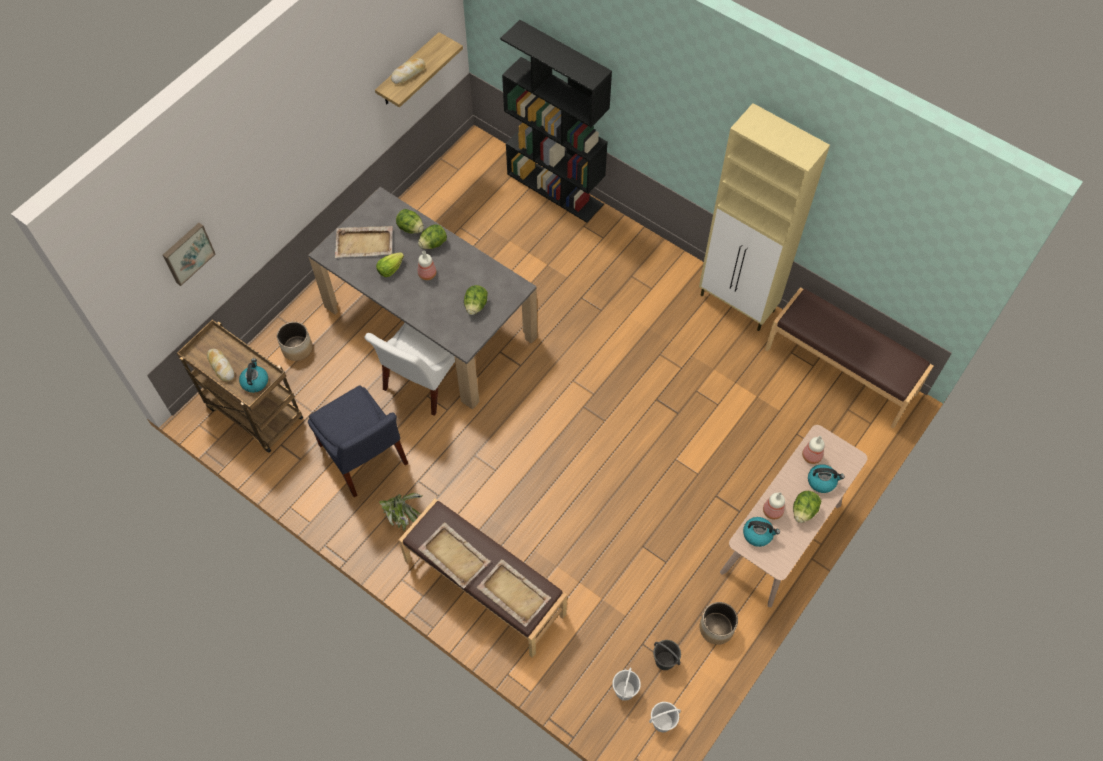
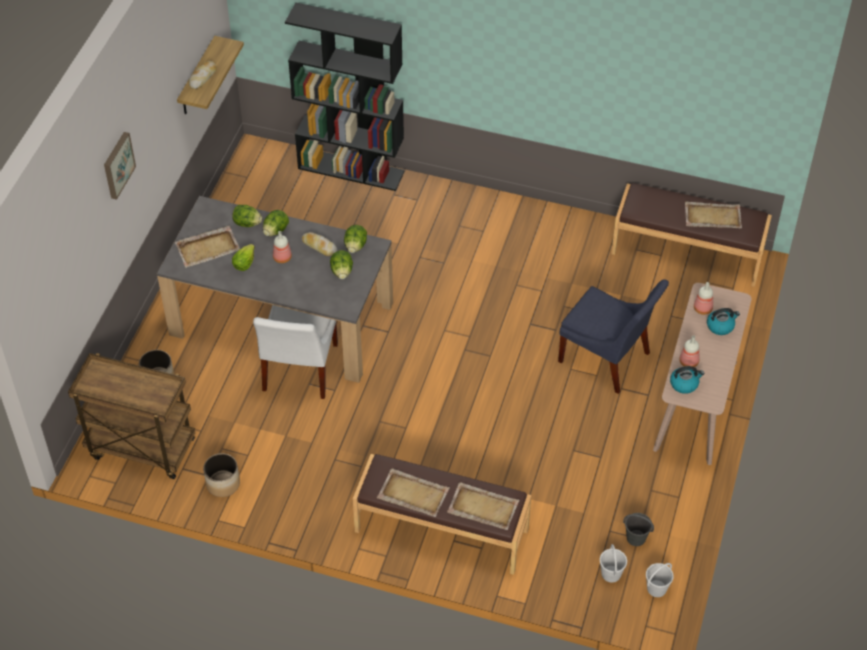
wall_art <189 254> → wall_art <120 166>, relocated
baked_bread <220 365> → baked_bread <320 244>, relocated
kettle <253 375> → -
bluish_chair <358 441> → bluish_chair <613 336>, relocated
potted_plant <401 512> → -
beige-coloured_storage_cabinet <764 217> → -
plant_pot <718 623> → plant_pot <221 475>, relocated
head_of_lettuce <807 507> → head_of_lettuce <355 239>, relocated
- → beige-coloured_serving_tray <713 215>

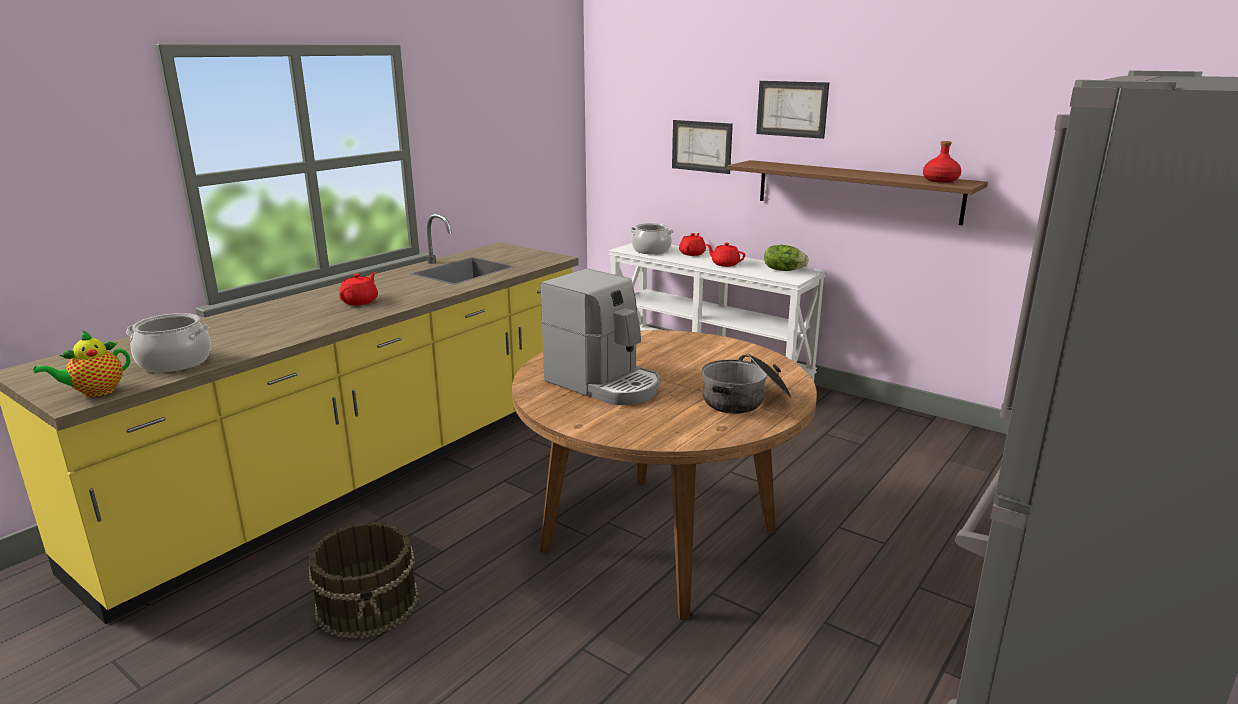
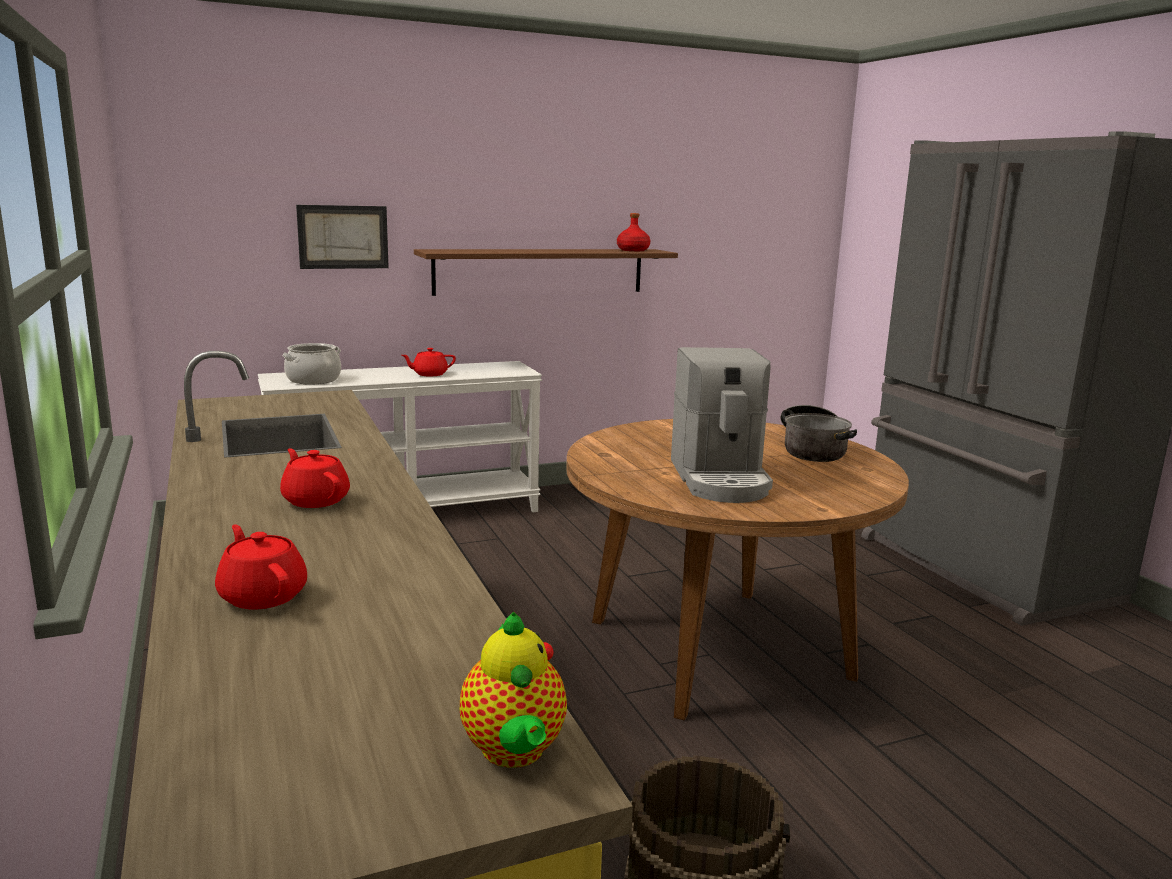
saucepot <168 342> → -
coffee_brewer <599 337> → coffee_brewer <722 425>, 105 degrees clockwise
red-coloured_pot_for_tea <692 244> → red-coloured_pot_for_tea <261 566>, relocated
wall_art <792 110> → -
head_of_lettuce <786 258> → -

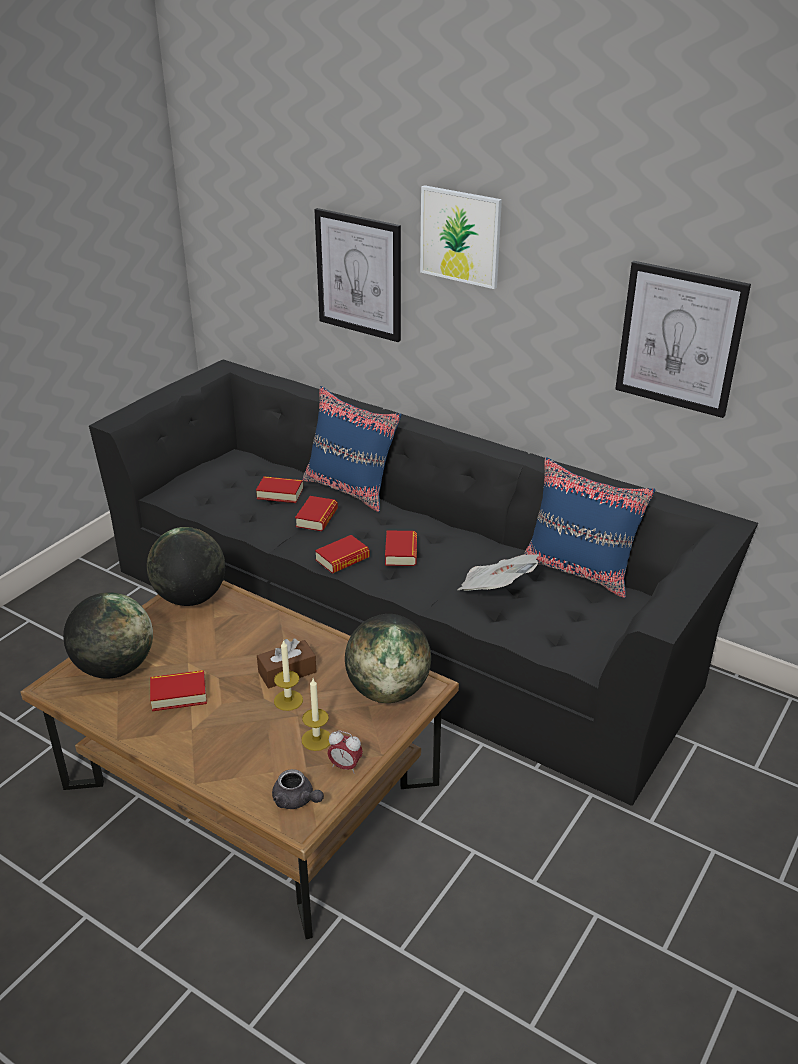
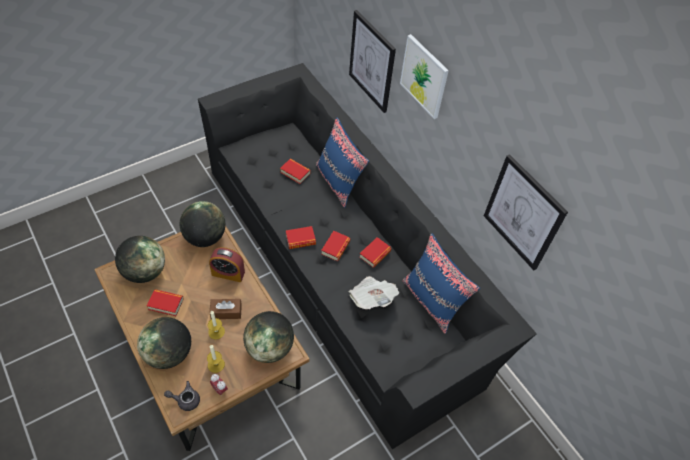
greyish_pot_for_tea <298 789> → greyish_pot_for_tea <182 396>, 120 degrees clockwise
bound_book <316 513> → bound_book <375 252>, relocated
- → globe <164 343>
- → table_clock <227 264>

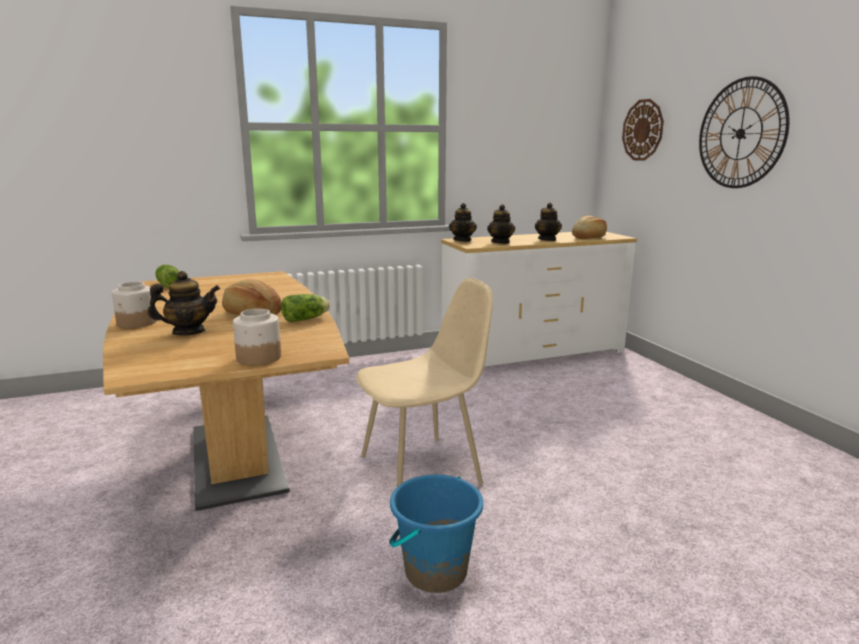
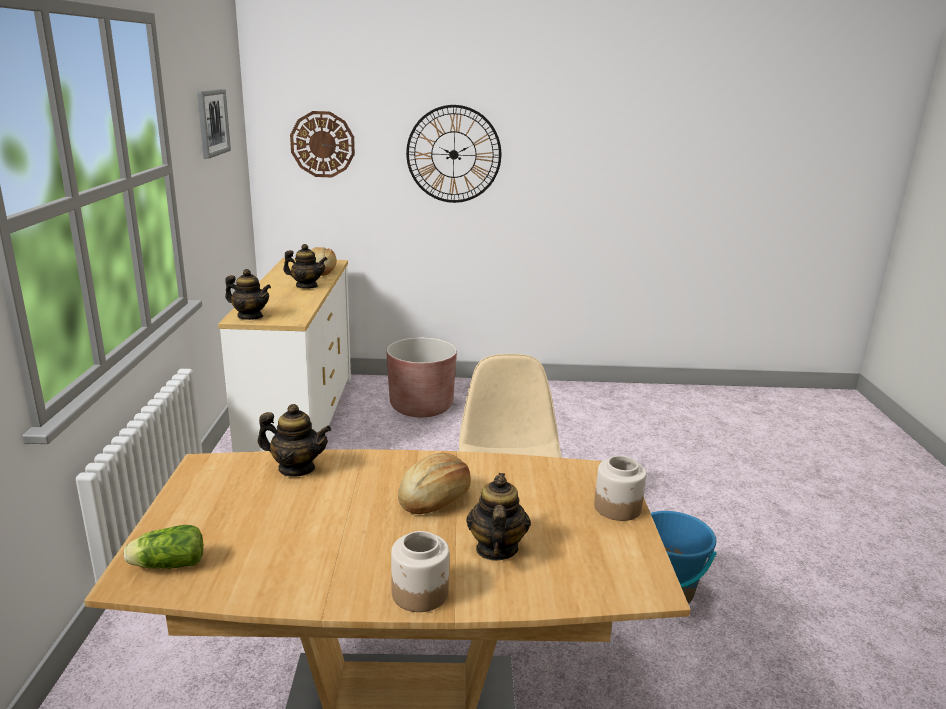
head_of_lettuce <305 308> → -
pot_for_tea <501 224> → pot_for_tea <294 440>, relocated
- → wall_art <214 124>
- → brown-coloured_plant_pot <421 377>

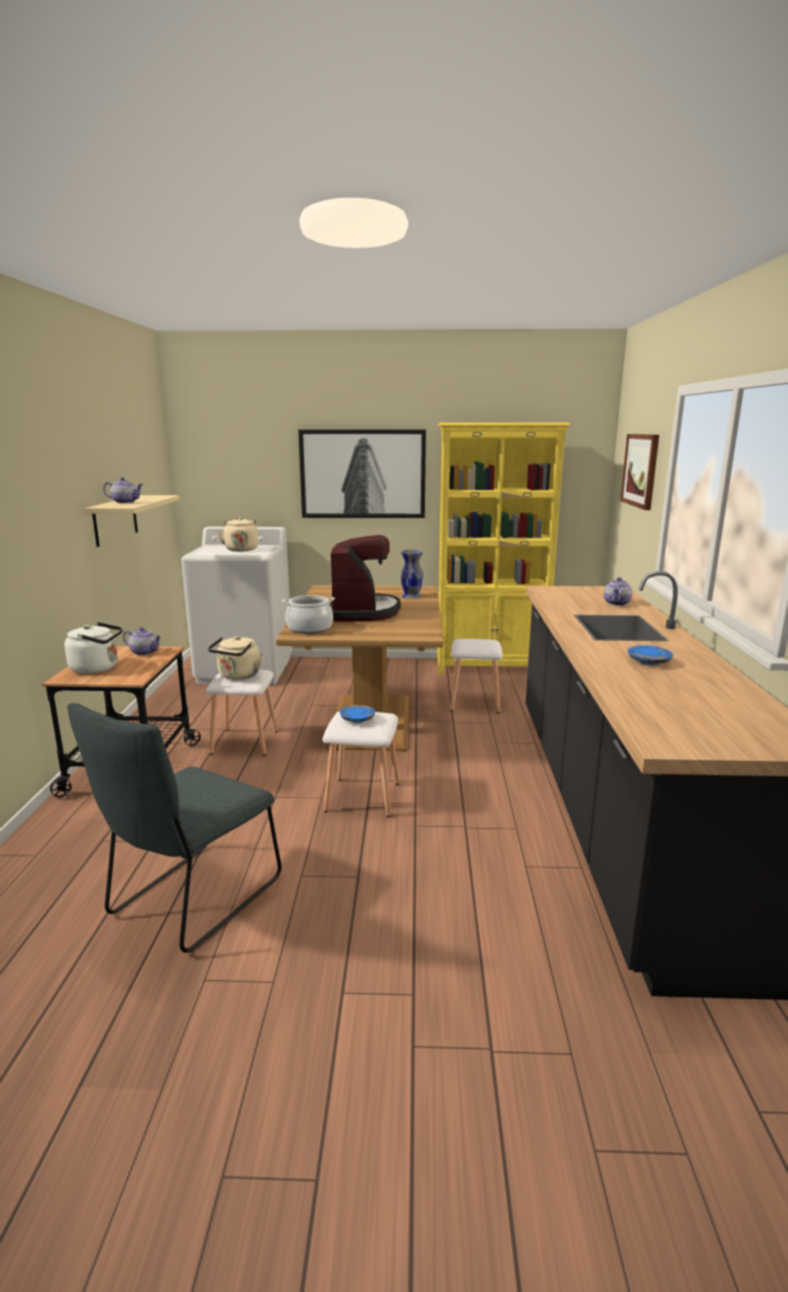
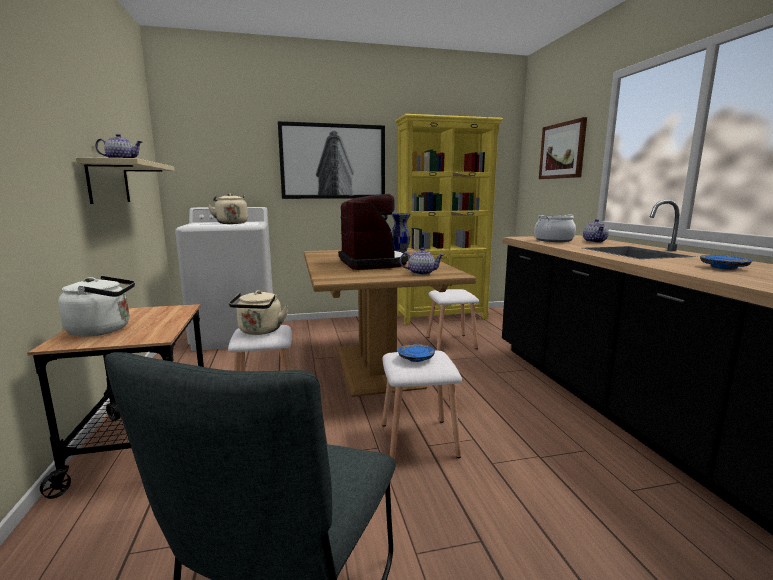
pot_for_tea <142 641> → pot_for_tea <422 261>, relocated
saucepot <308 614> → saucepot <555 228>, relocated

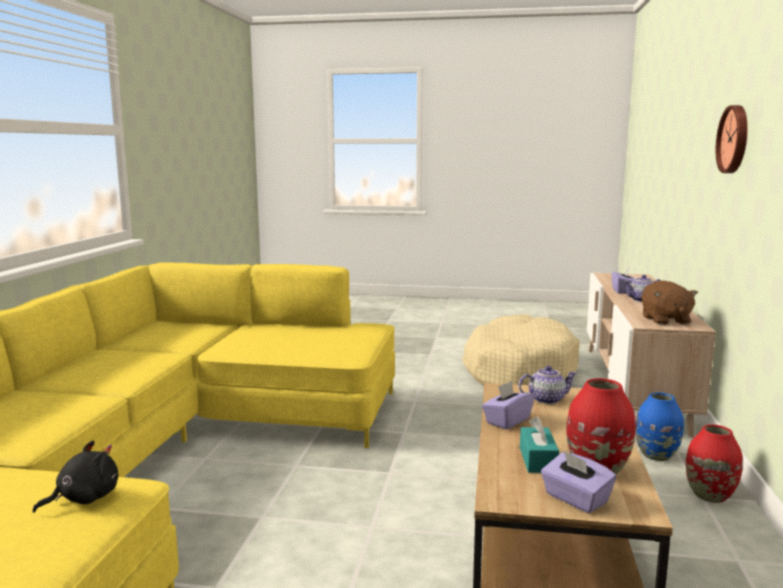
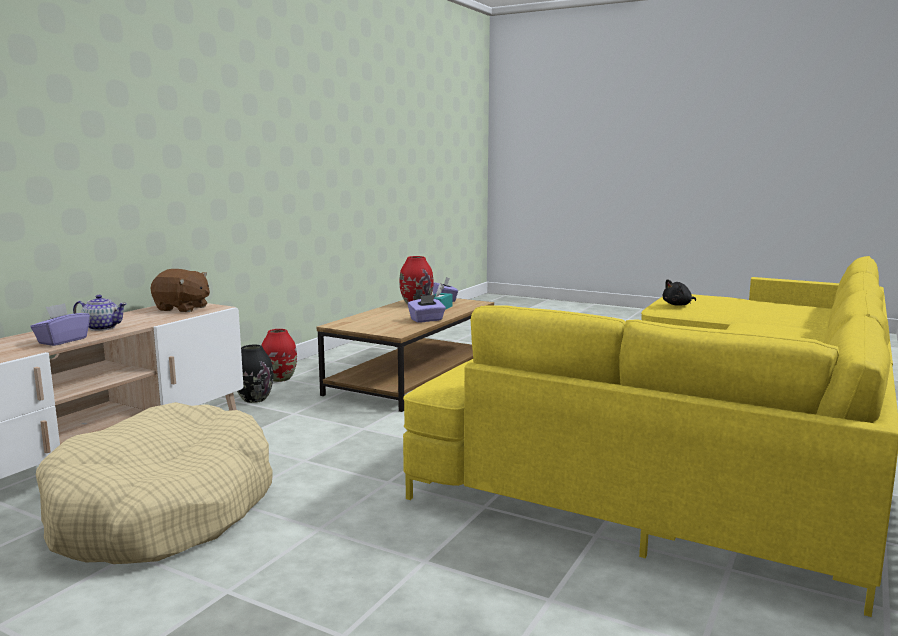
pot_for_tea <547 385> → -
bluish_vase <659 426> → black_vase <255 374>
brown-coloured_cuddly_toy <669 302> → brown-coloured_cuddly_toy <180 290>, 90 degrees clockwise
hanging_clock <732 139> → -

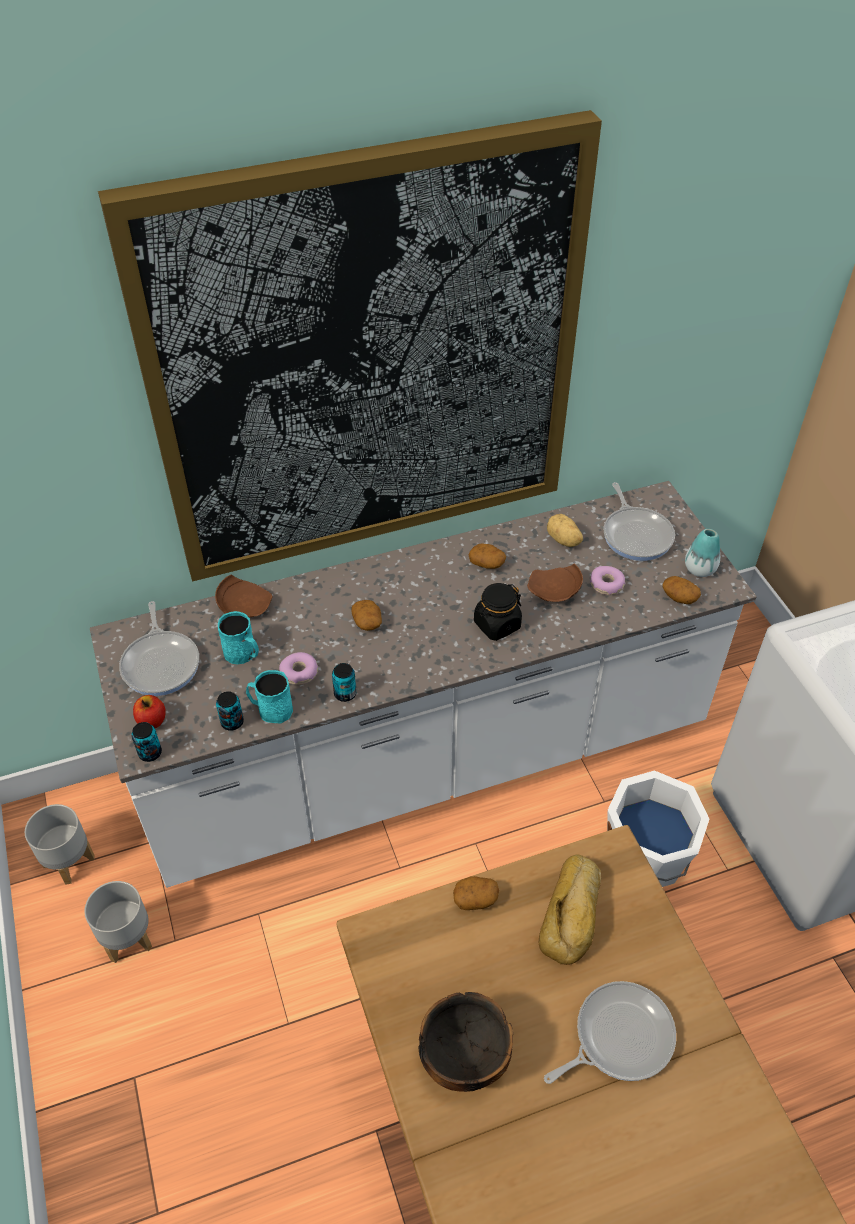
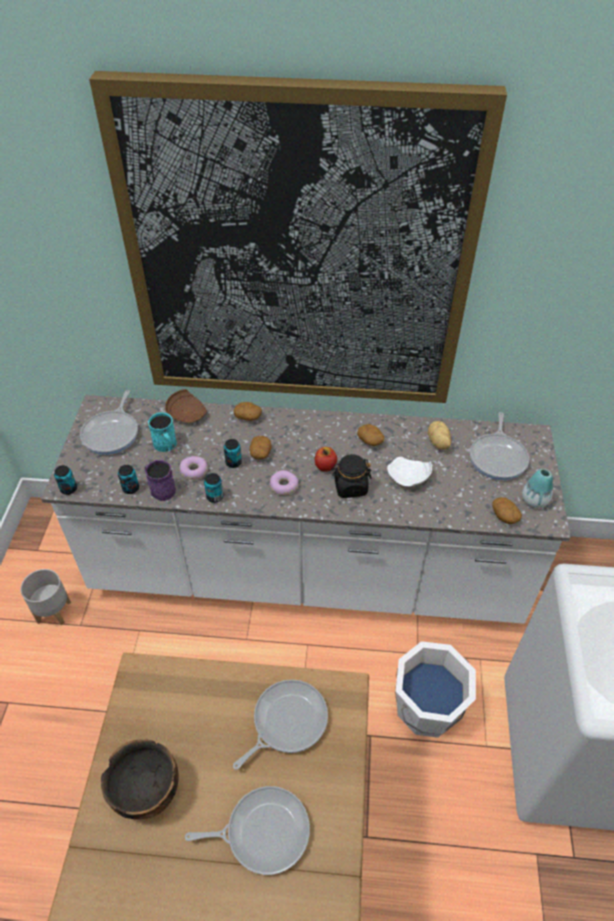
greyish_plant_pot <60 844> → -
apple <149 711> → apple <326 459>, relocated
turquoise_tea_mug <269 696> → purple_tea_mug <160 480>
whole_potato <476 893> → whole_potato <247 411>, relocated
brown-coloured_flat_dish <555 583> → whitish_flat_dish <409 471>
baked_bread <570 909> → pan <280 725>
doughnut <607 580> → doughnut <284 482>, relocated
- → sealed_can <233 453>

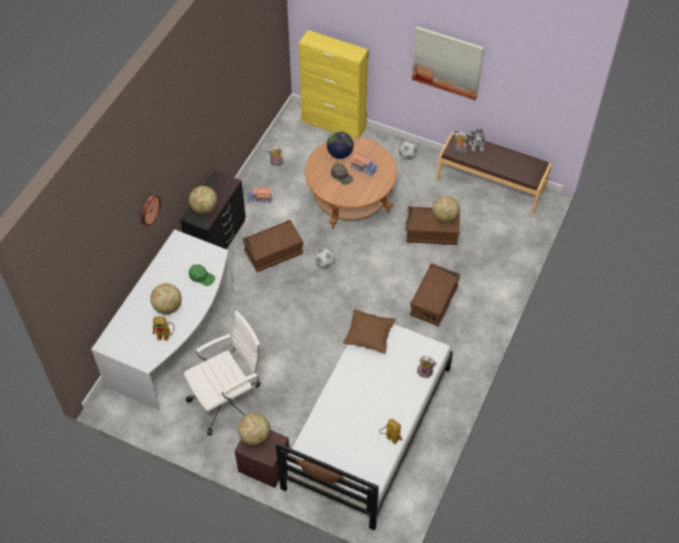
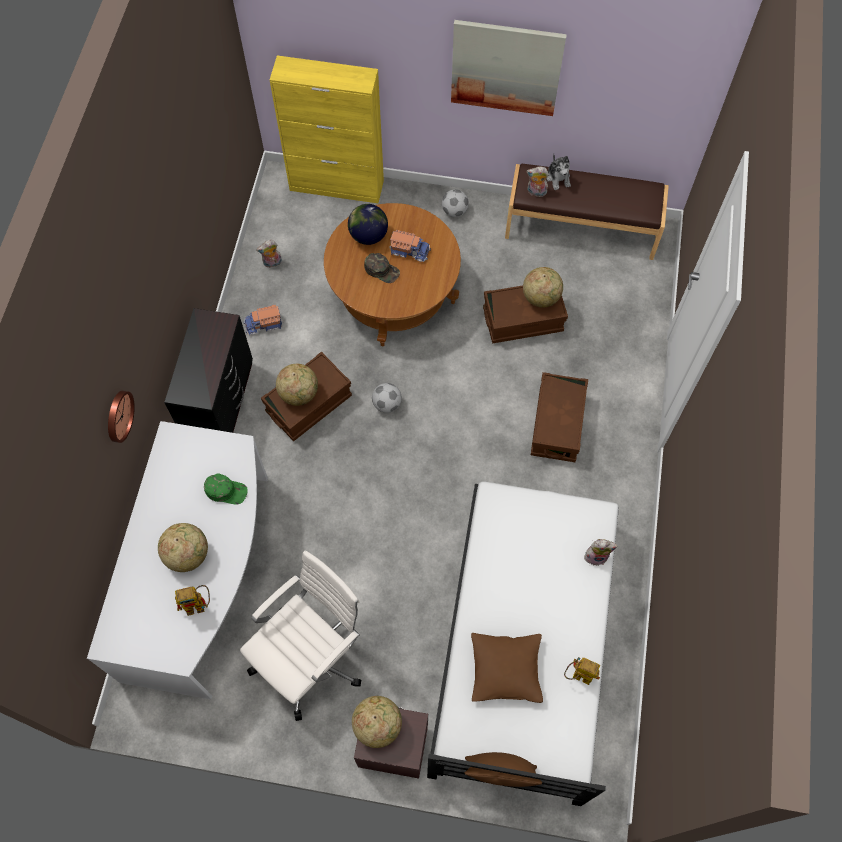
globe <203 200> → globe <297 385>, relocated
brown-coloured_throw_pillow <369 331> → brown-coloured_throw_pillow <507 668>, relocated

